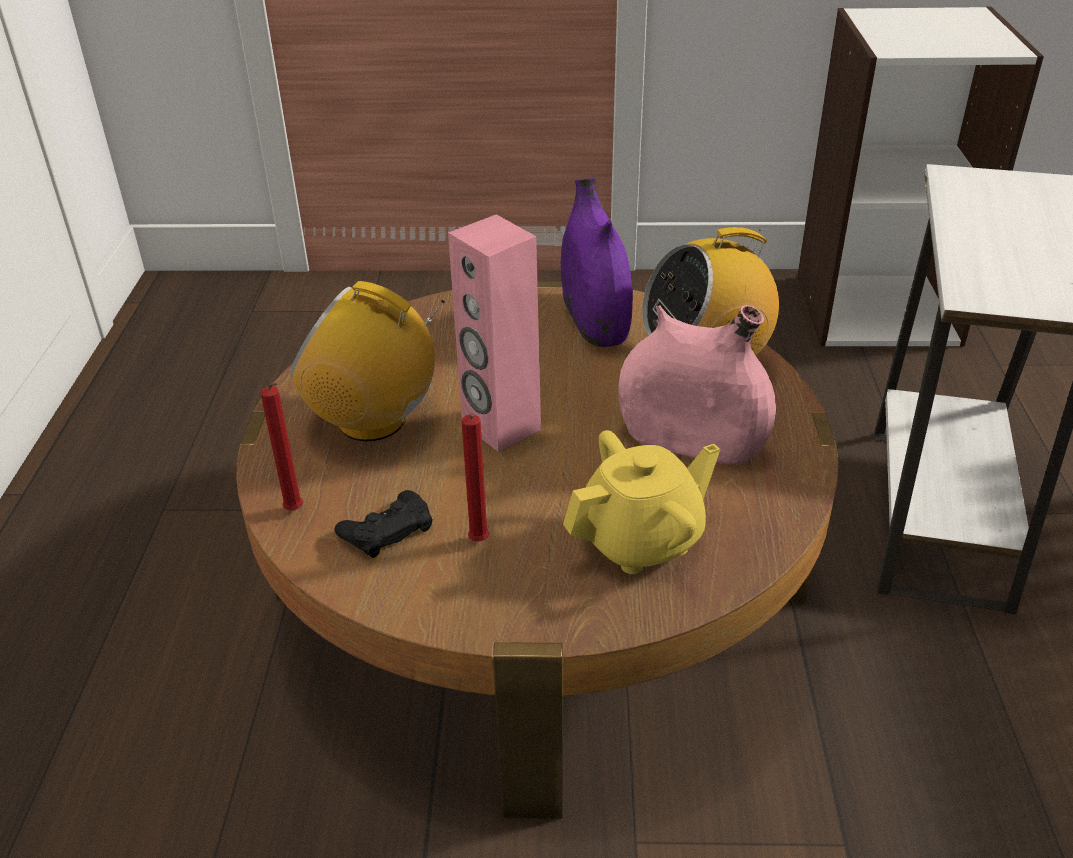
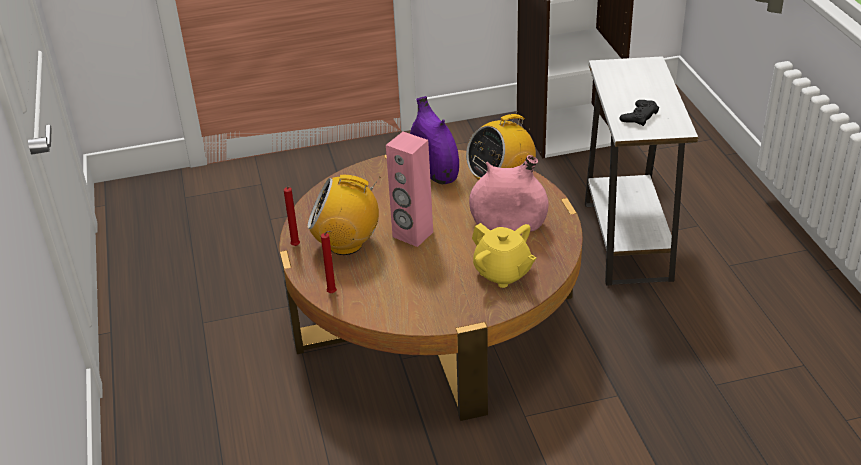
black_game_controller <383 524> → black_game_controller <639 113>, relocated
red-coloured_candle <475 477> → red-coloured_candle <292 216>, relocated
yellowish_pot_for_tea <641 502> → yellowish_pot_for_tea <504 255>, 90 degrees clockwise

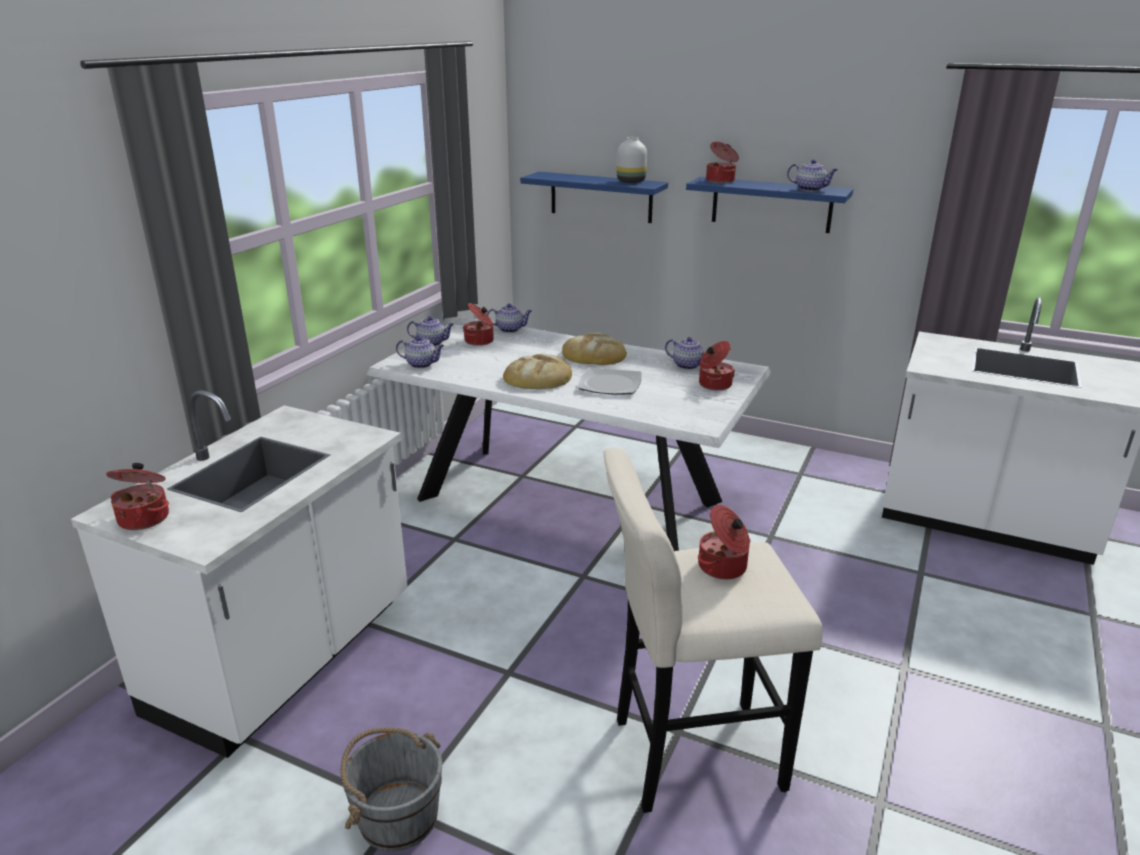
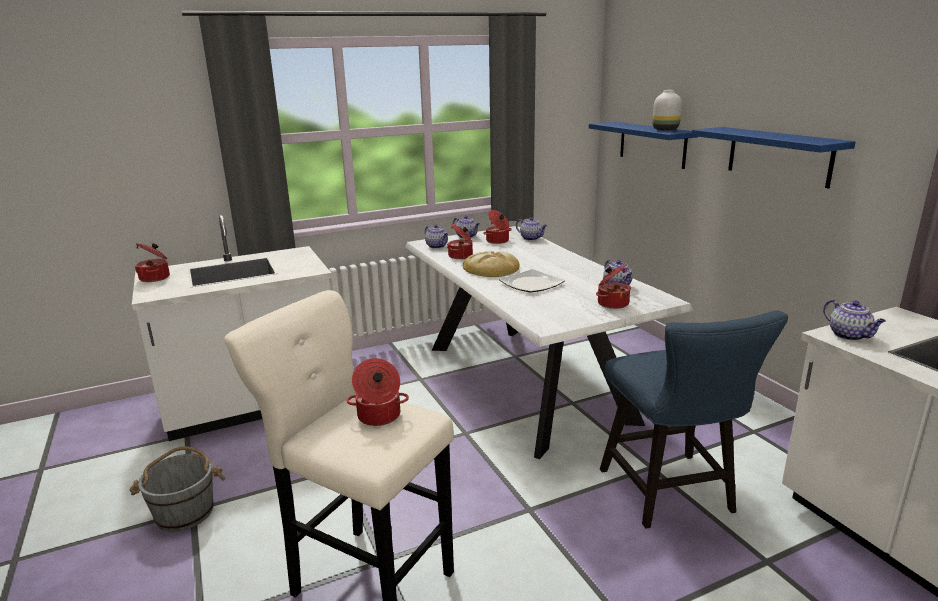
baked_bread <594 348> → -
saucepot <722 162> → saucepot <460 241>, relocated
pot_for_tea <812 175> → pot_for_tea <854 320>, relocated
- → bluish_chair <694 419>

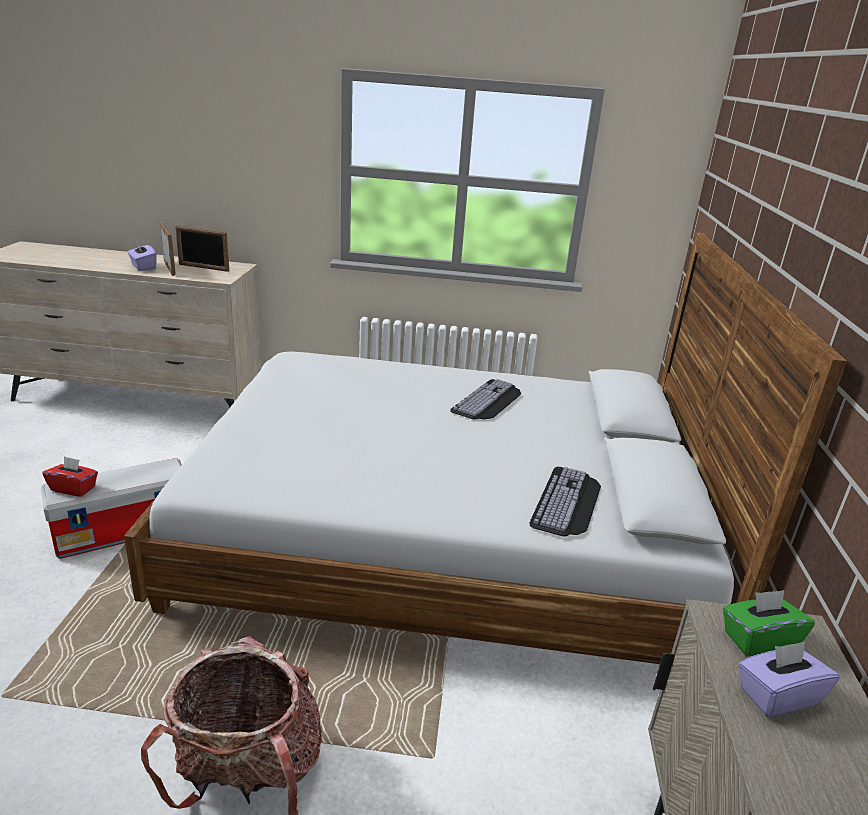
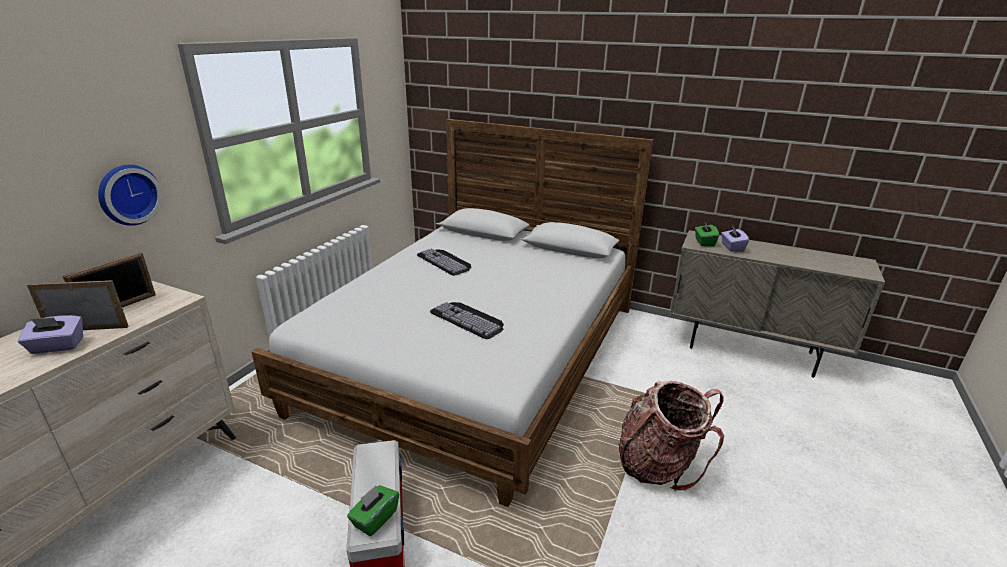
red-coloured_tissue_box <70 476> → green_tissue_box <373 510>
keyboard <565 501> → keyboard <467 320>, relocated
- → hanging_clock <130 195>

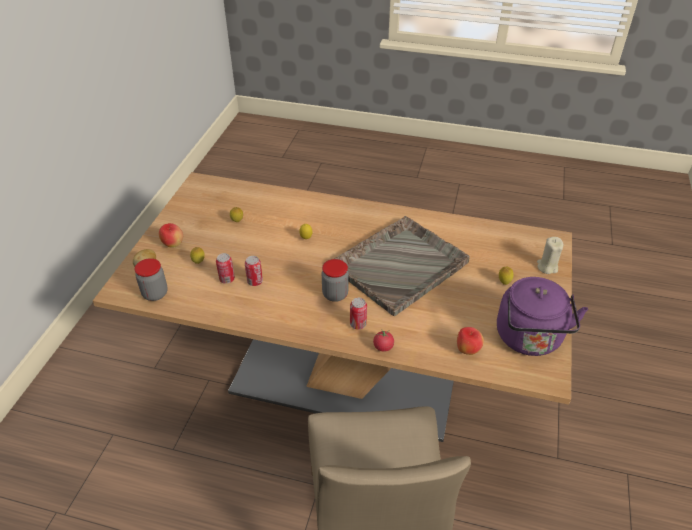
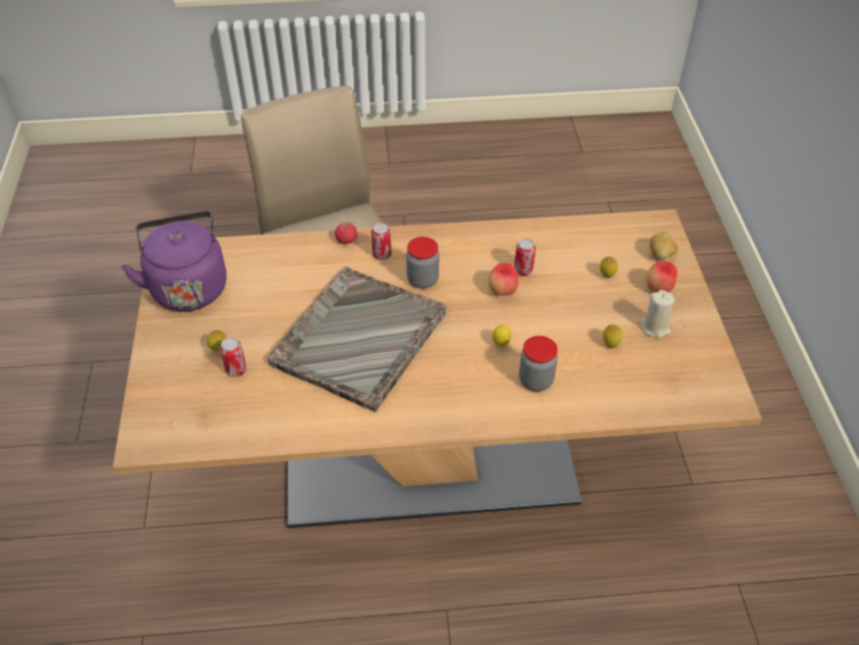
preserve_jar <151 279> → preserve_jar <538 364>, relocated
sealed_can <225 268> → sealed_can <233 357>, relocated
apple <470 341> → apple <503 279>, relocated
beige-coloured_candle <550 255> → beige-coloured_candle <658 314>, relocated

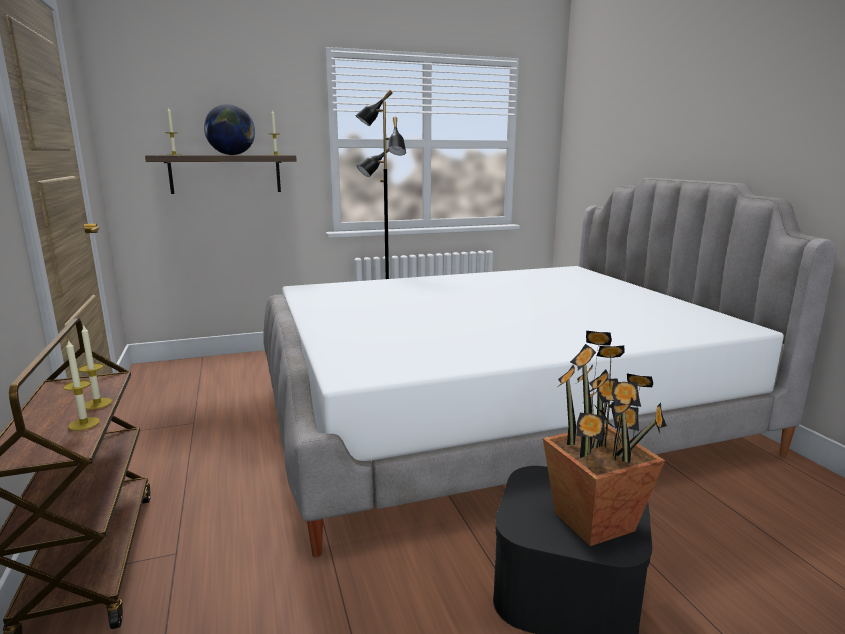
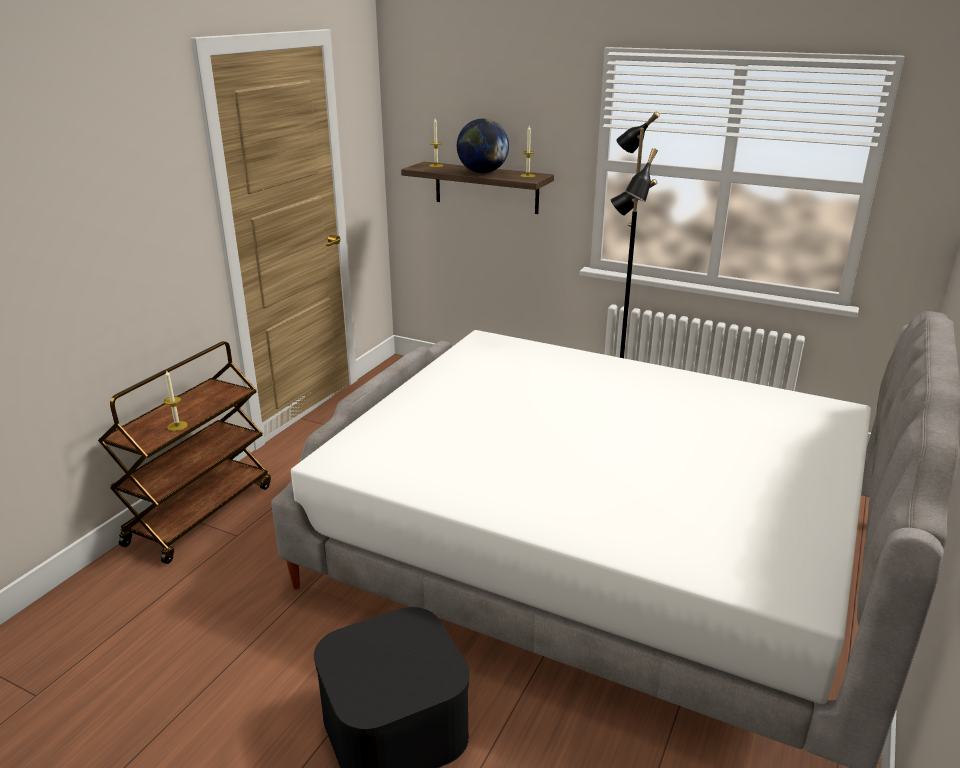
candle <95 367> → -
potted_plant <605 438> → -

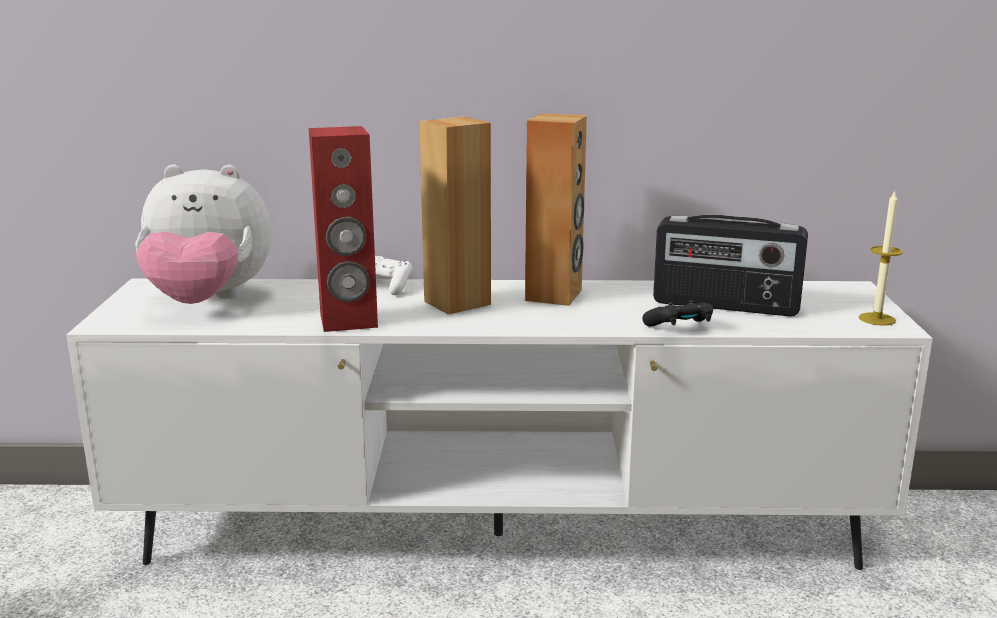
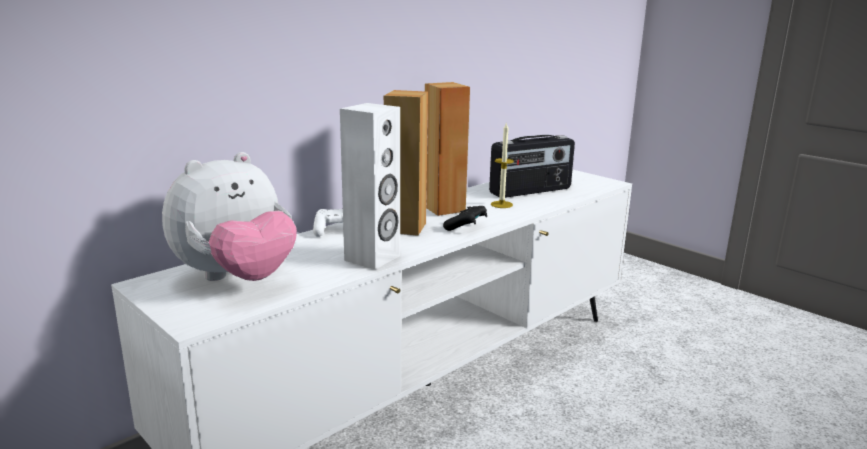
red-coloured_audio_speaker <343 229> → whitish_audio_speaker <370 186>
black_game_controller <677 314> → black_game_controller <465 218>, relocated
candle <881 258> → candle <502 165>, relocated

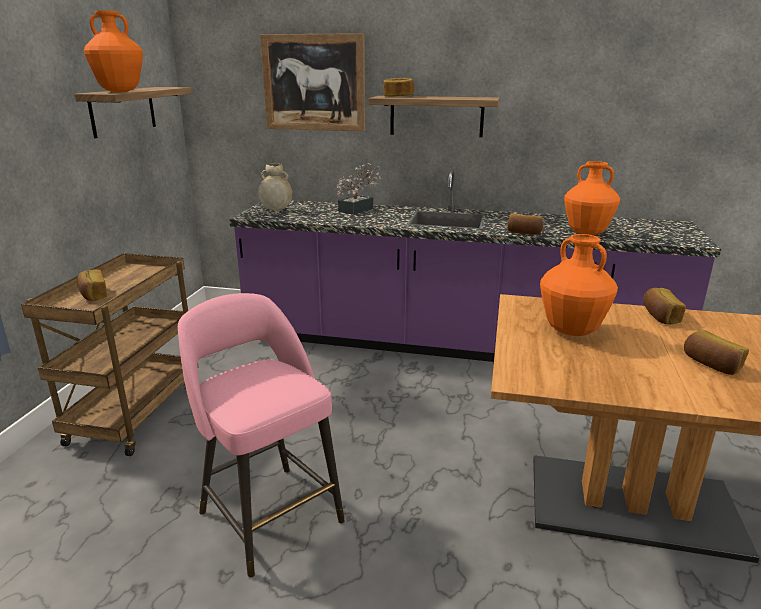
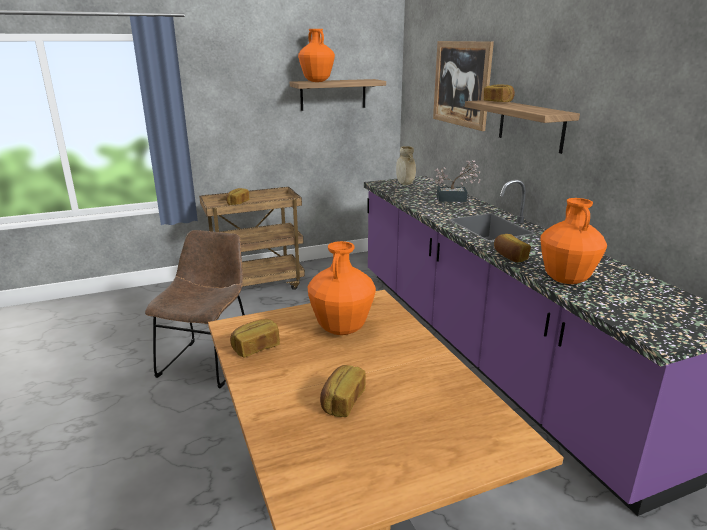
pinkish_stool <261 435> → brown-coloured_chair <195 309>
baked_bread <664 306> → baked_bread <255 338>, relocated

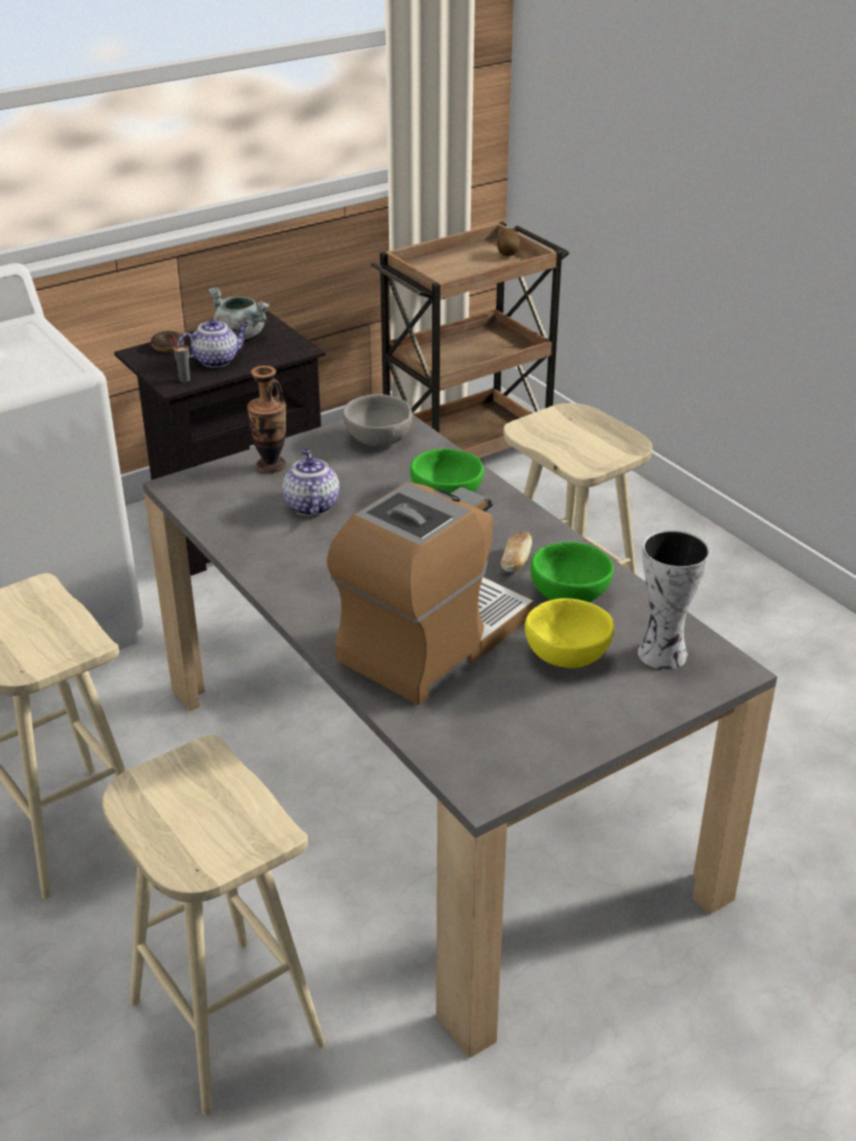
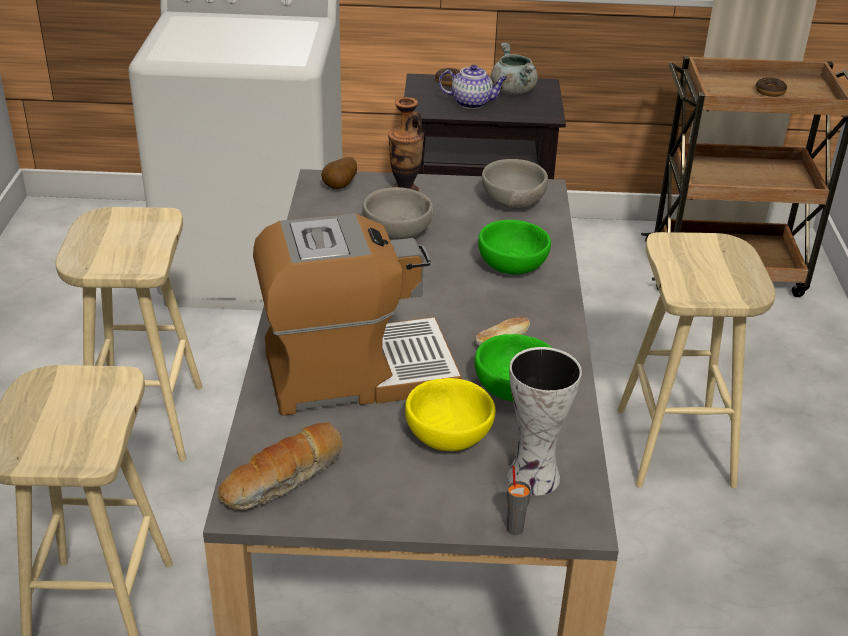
greyish_cup <181 359> → greyish_cup <519 500>, relocated
pot_for_tea <311 482> → greyish_serving_bowl <398 213>
whole_potato <509 242> → whole_potato <339 173>, relocated
- → baked_bread <280 466>
- → doughnut <771 87>

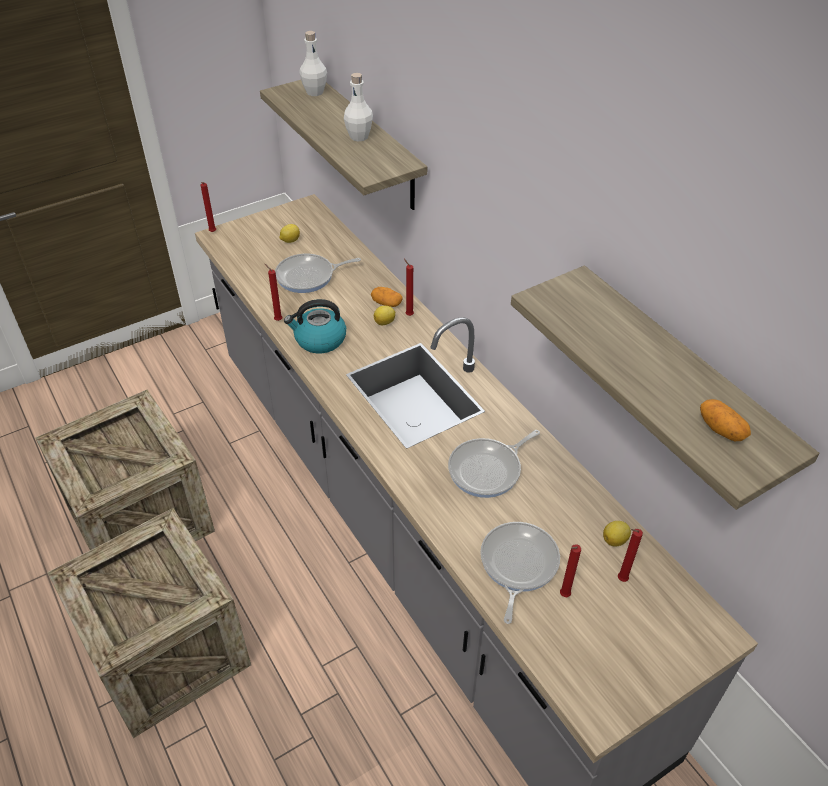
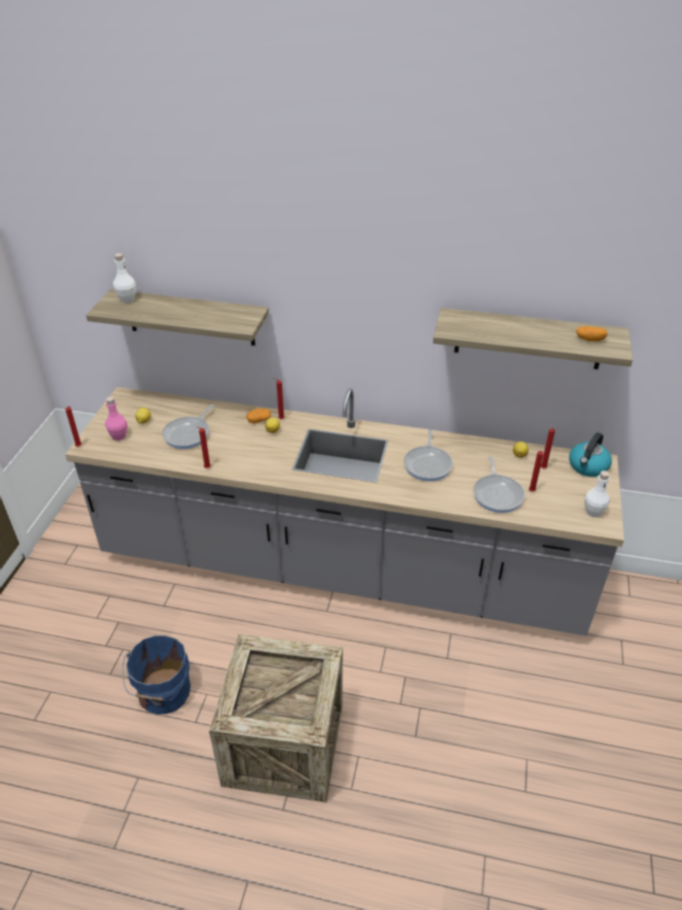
crate <125 470> → bluish_pail <156 675>
kettle <315 326> → kettle <590 454>, relocated
whitish_drink_bottle <358 107> → whitish_drink_bottle <597 494>, relocated
pan <520 573> → pan <499 484>, 150 degrees counterclockwise
- → pinkish_drink_bottle <116 419>

